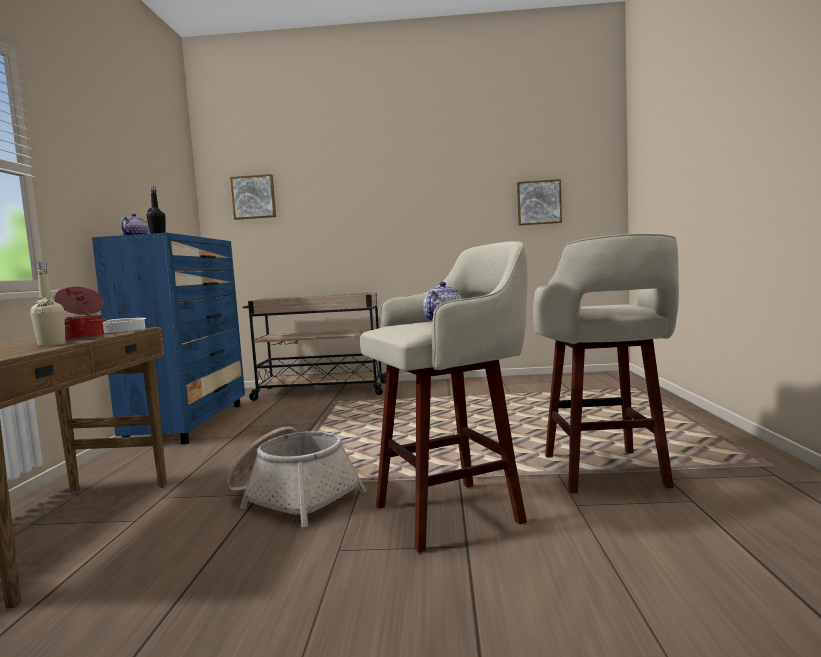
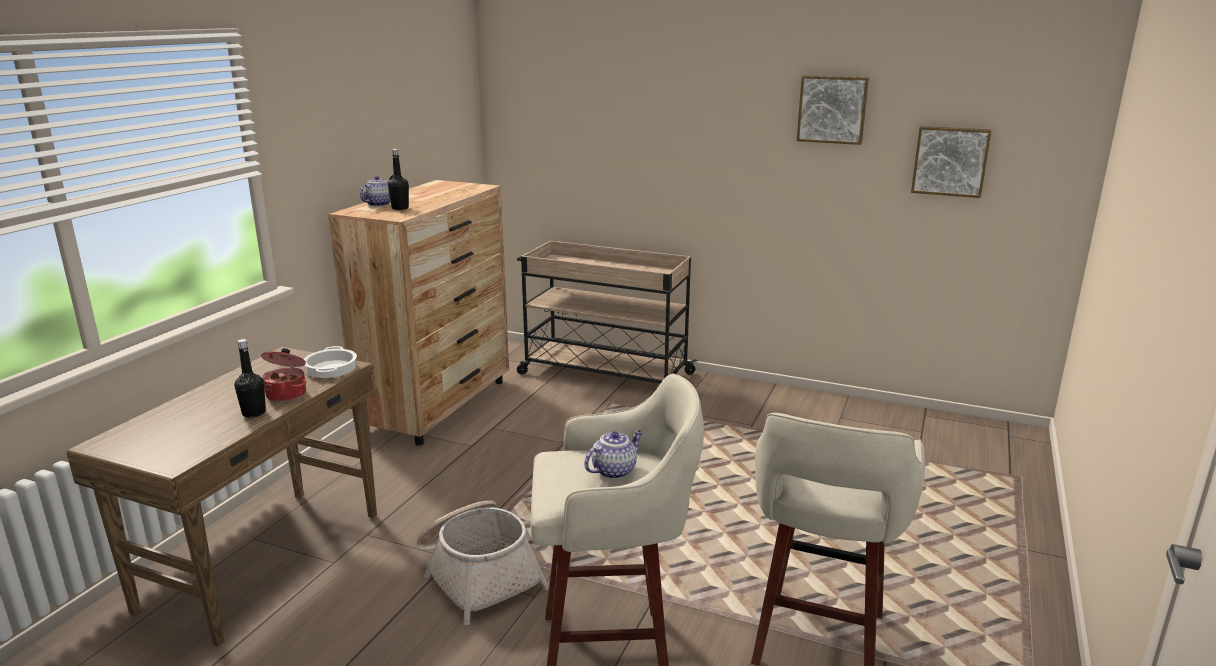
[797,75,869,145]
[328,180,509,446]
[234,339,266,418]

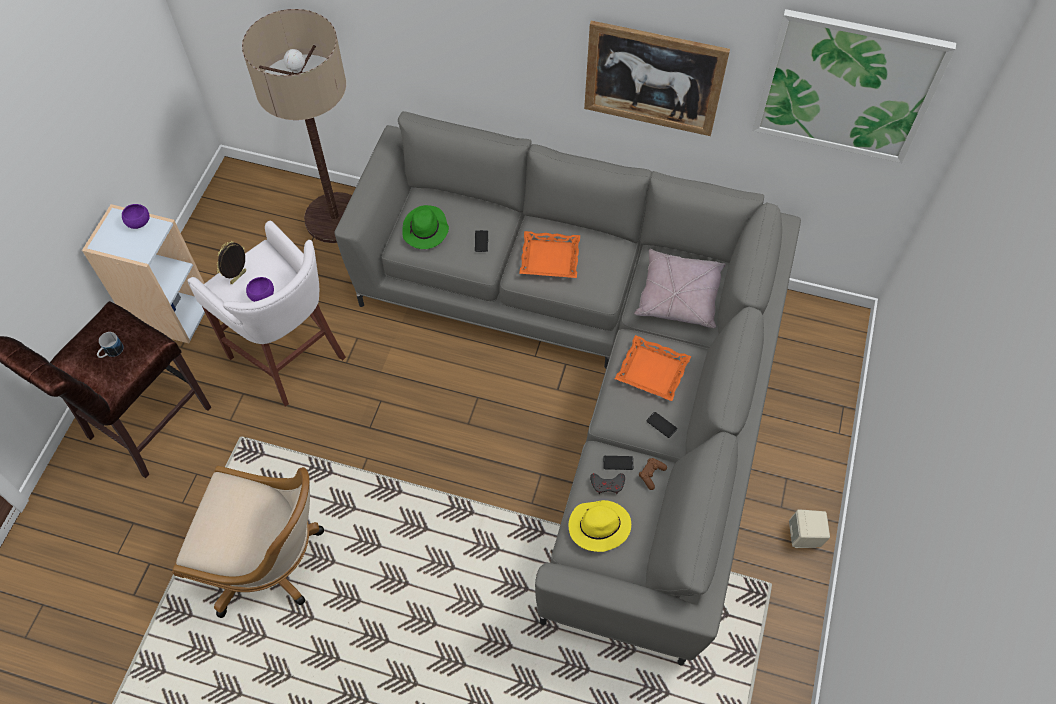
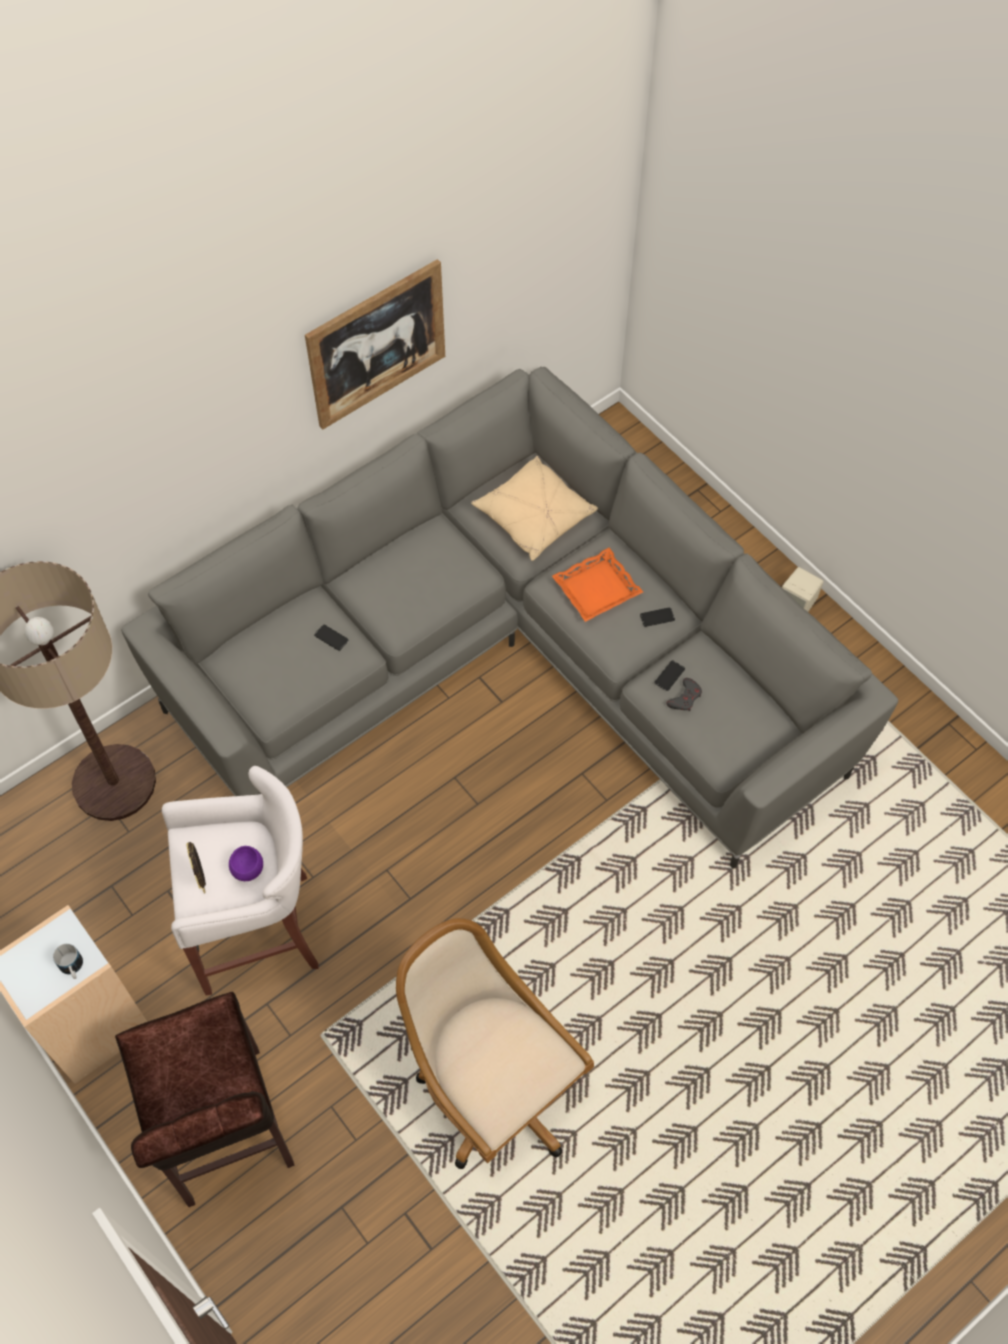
[752,9,956,163] (first image)
[122,204,150,229] (first image)
[403,205,449,249] (first image)
[519,231,580,278] (first image)
[471,456,598,561]
[53,944,83,979]
[639,458,667,490] (first image)
[396,918,594,1169]
[569,500,631,552] (first image)

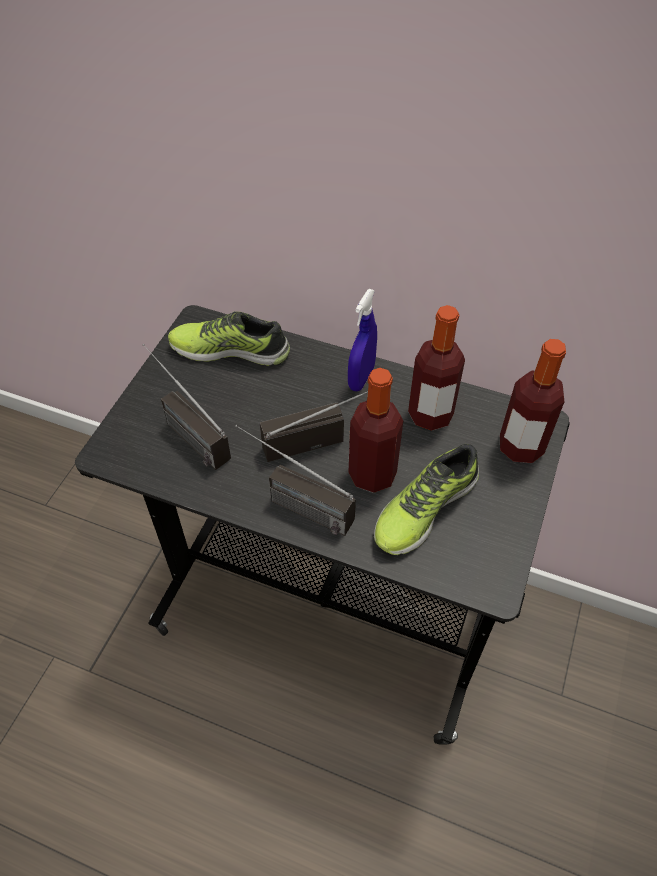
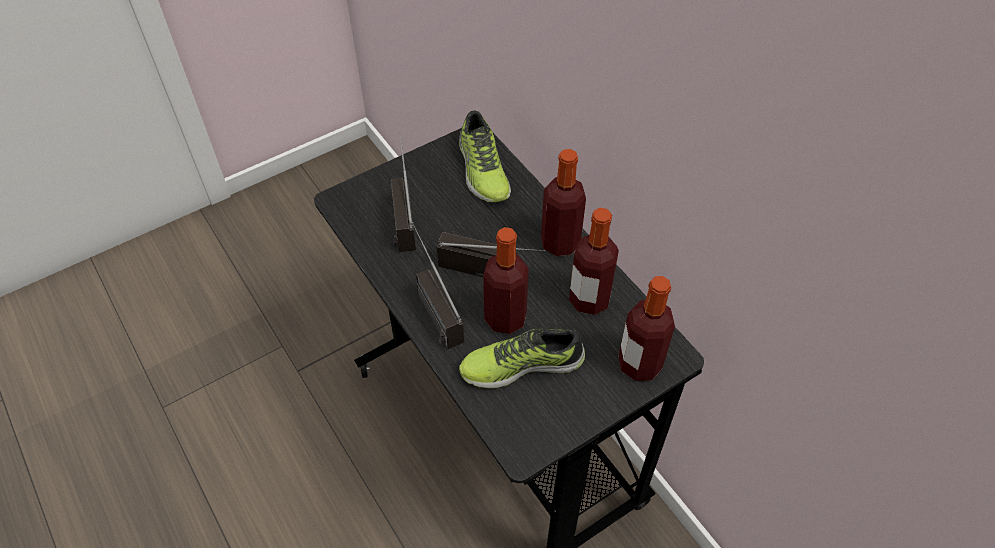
[541,149,586,256]
[459,111,511,202]

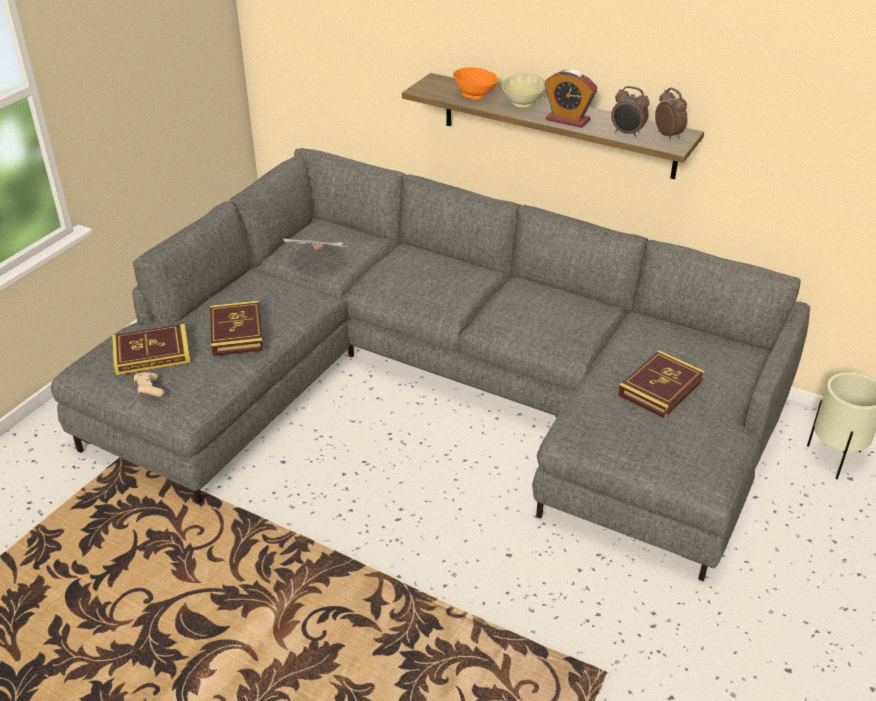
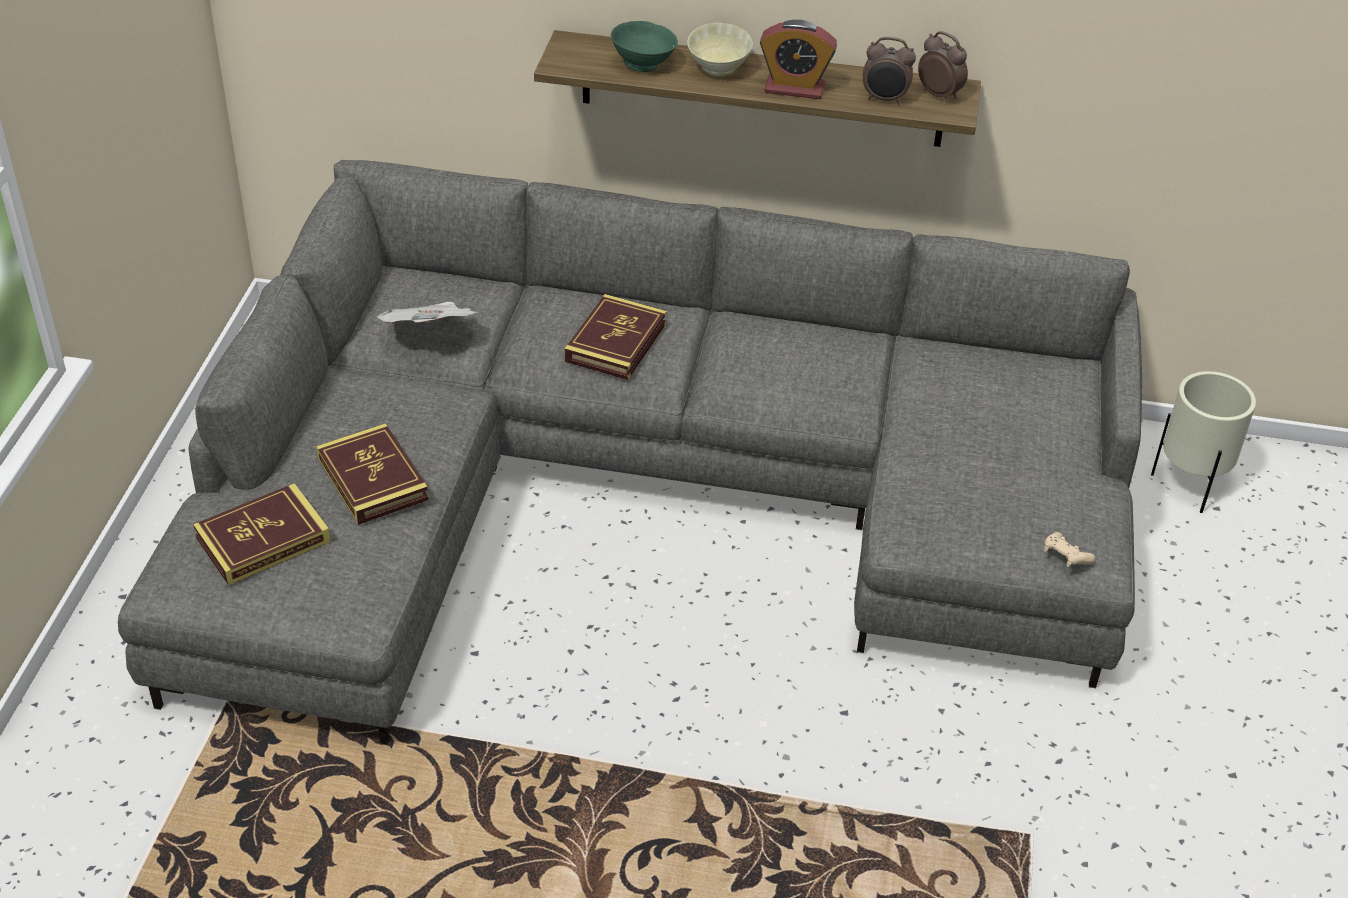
[611,21,678,72]
[565,294,667,380]
[1044,532,1095,567]

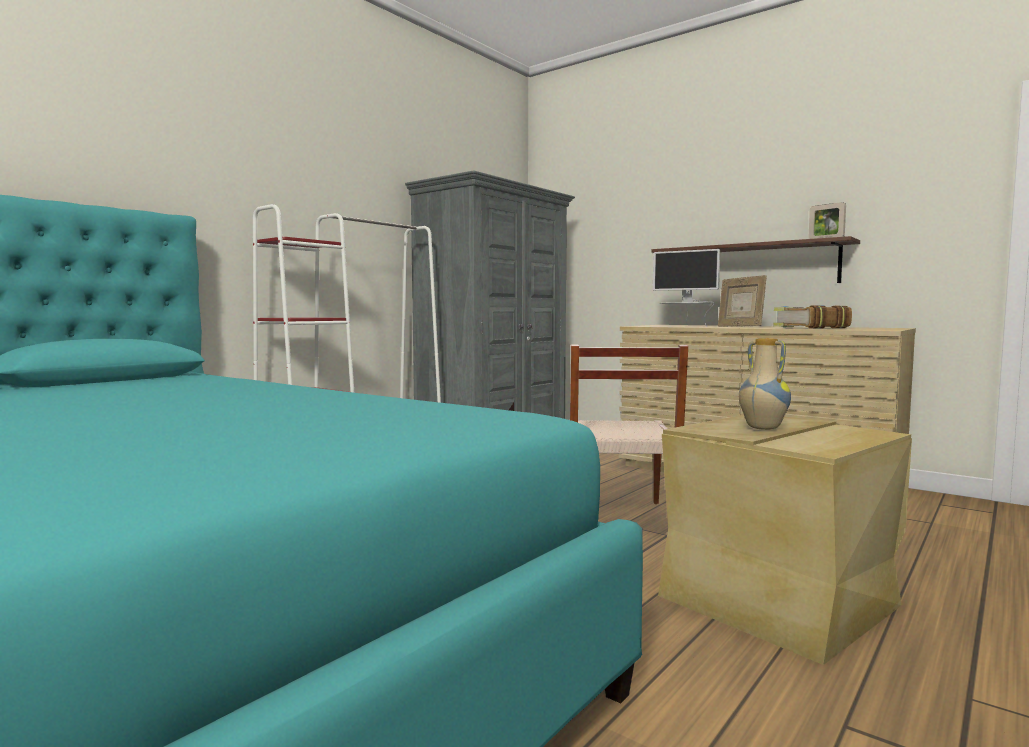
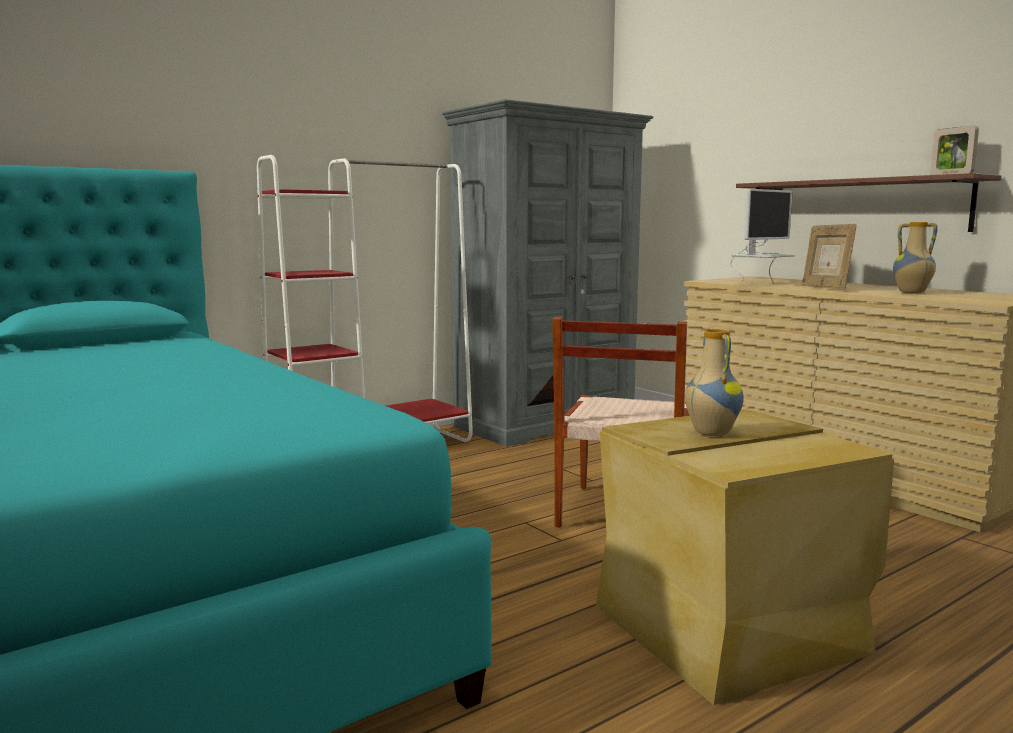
[730,189,795,283]
[893,222,938,294]

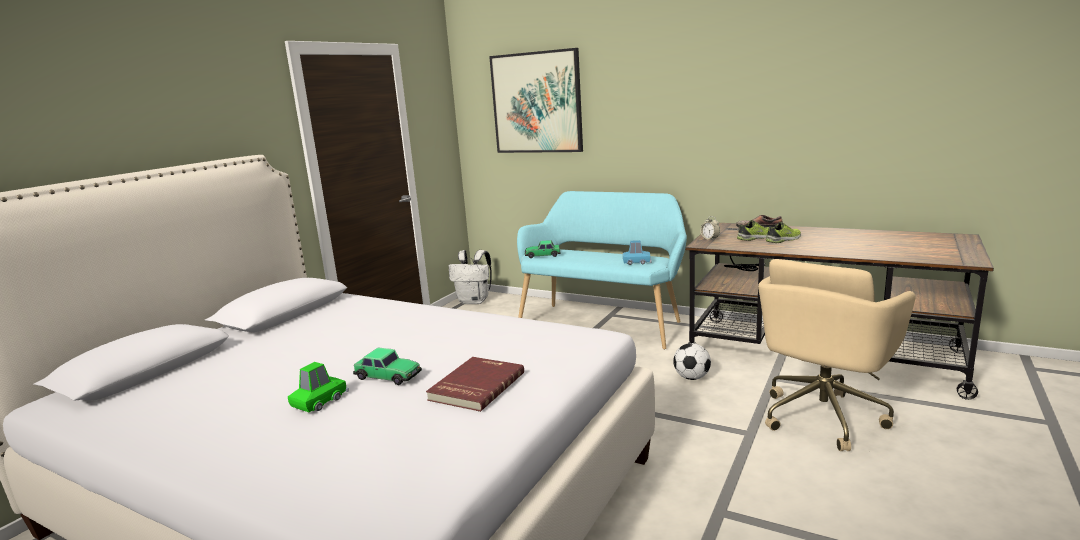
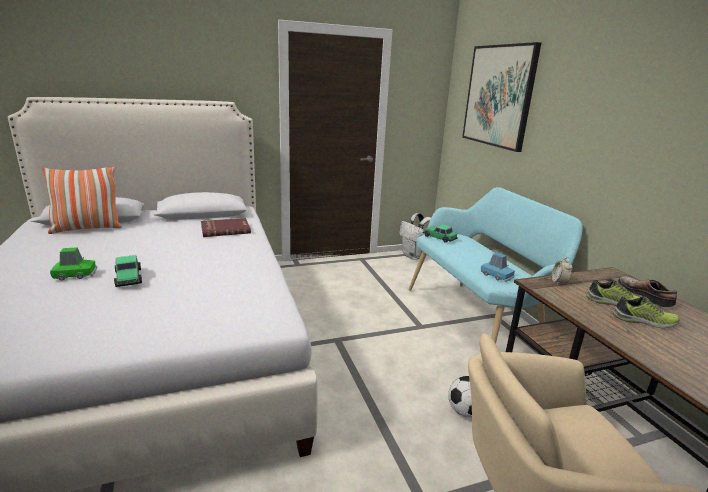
[201,218,251,237]
[42,166,122,234]

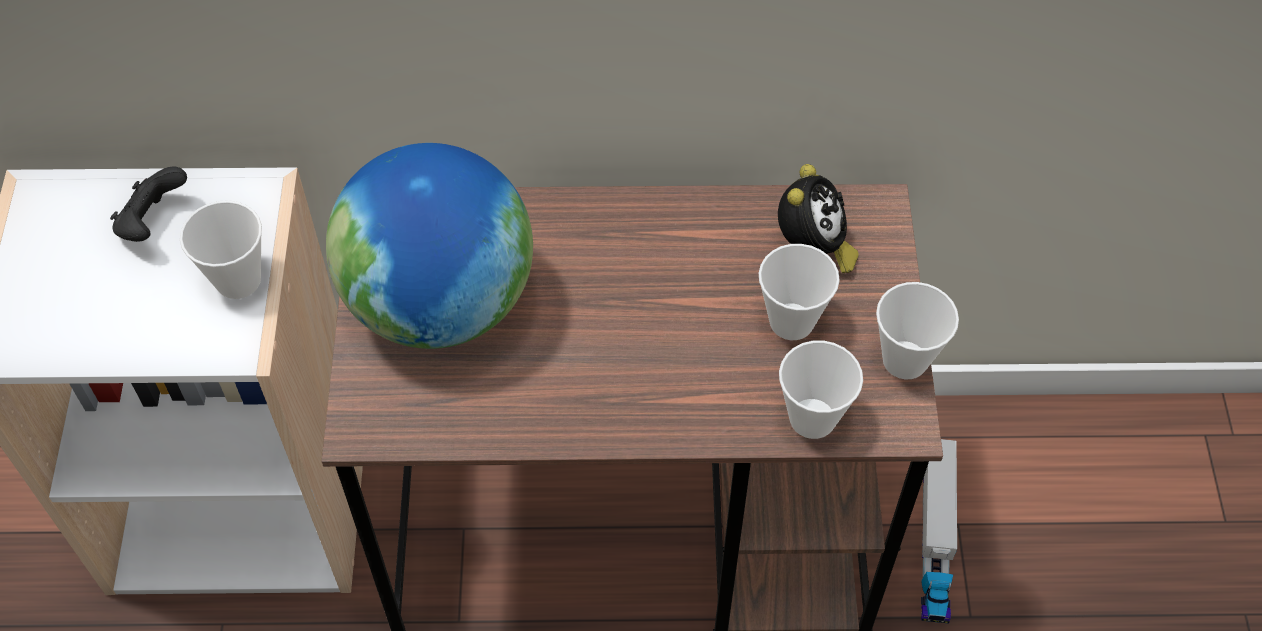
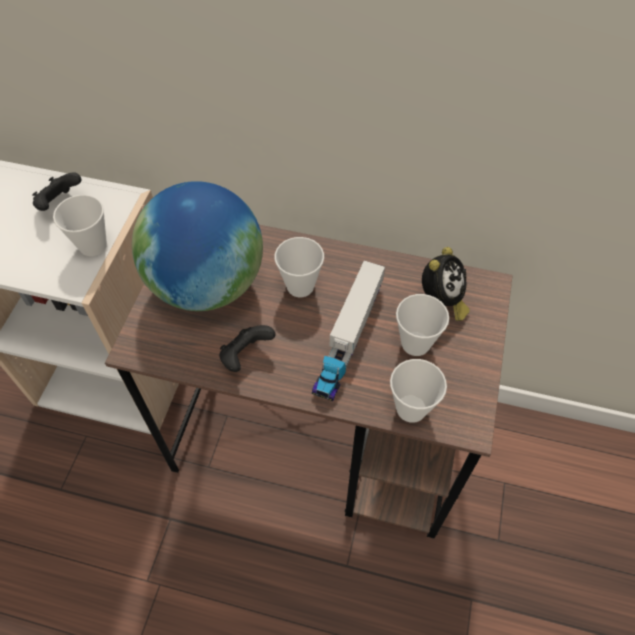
[274,237,324,297]
[312,261,385,401]
[219,325,276,372]

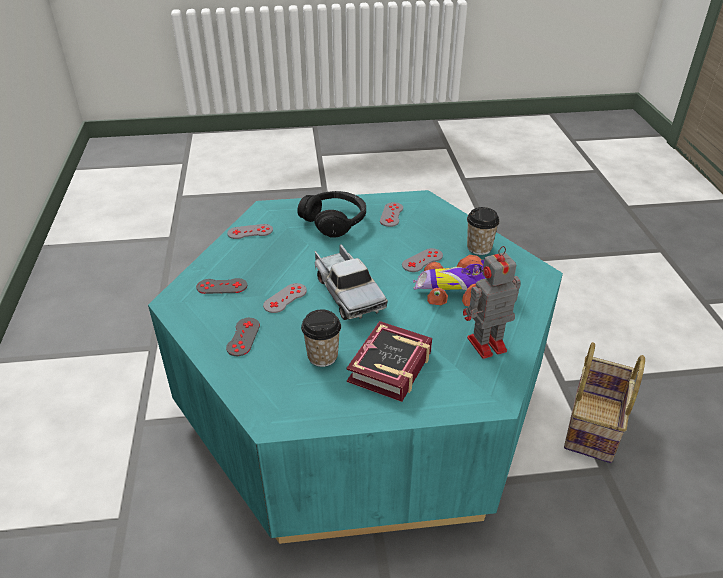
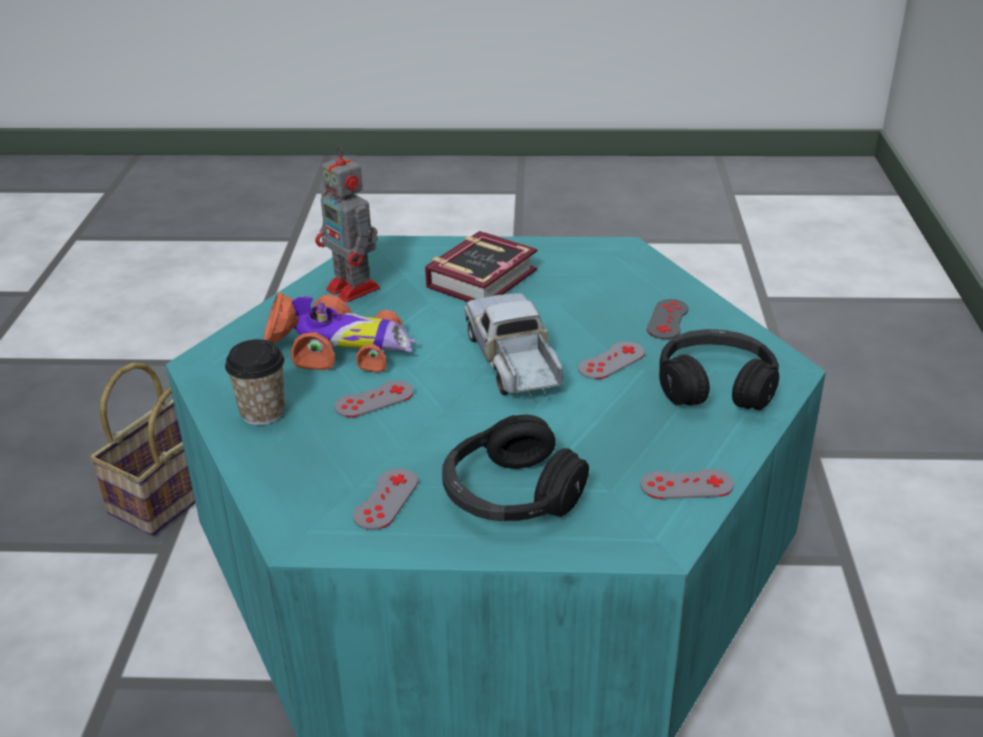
[315,144,380,303]
[659,329,779,410]
[301,309,341,367] (first image)

